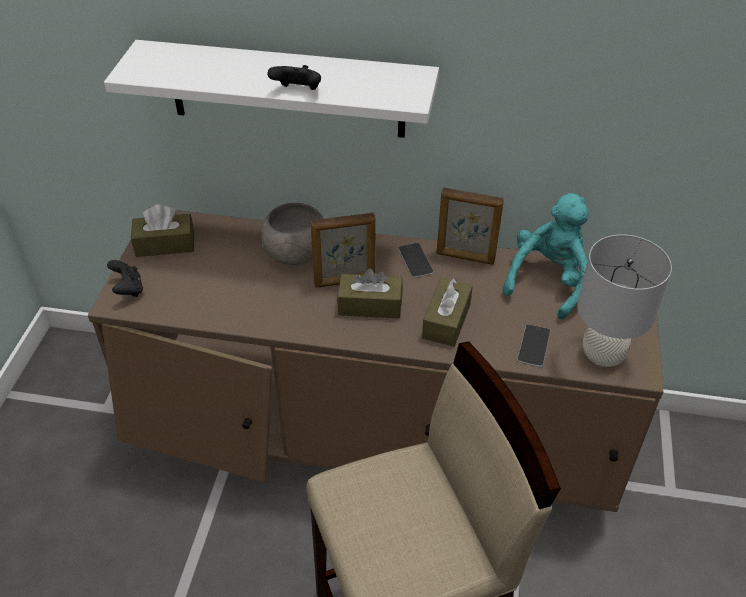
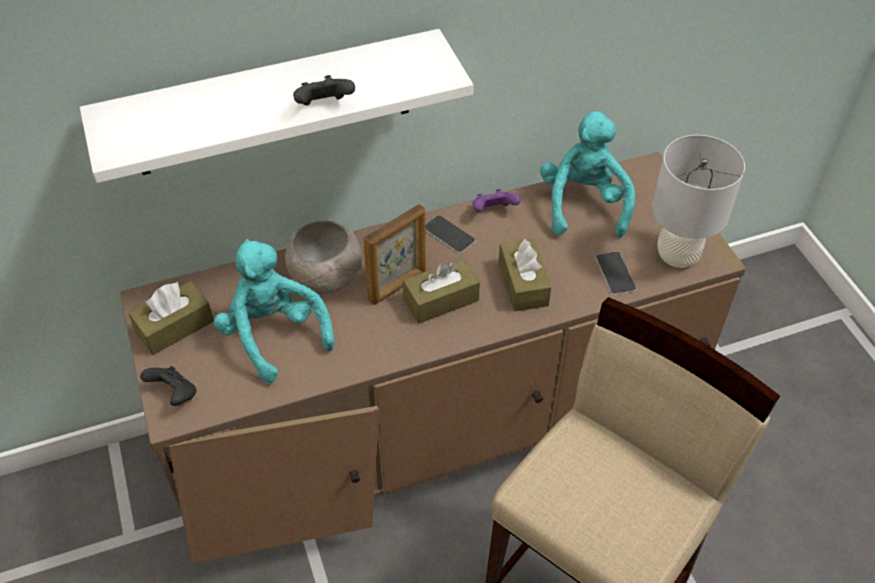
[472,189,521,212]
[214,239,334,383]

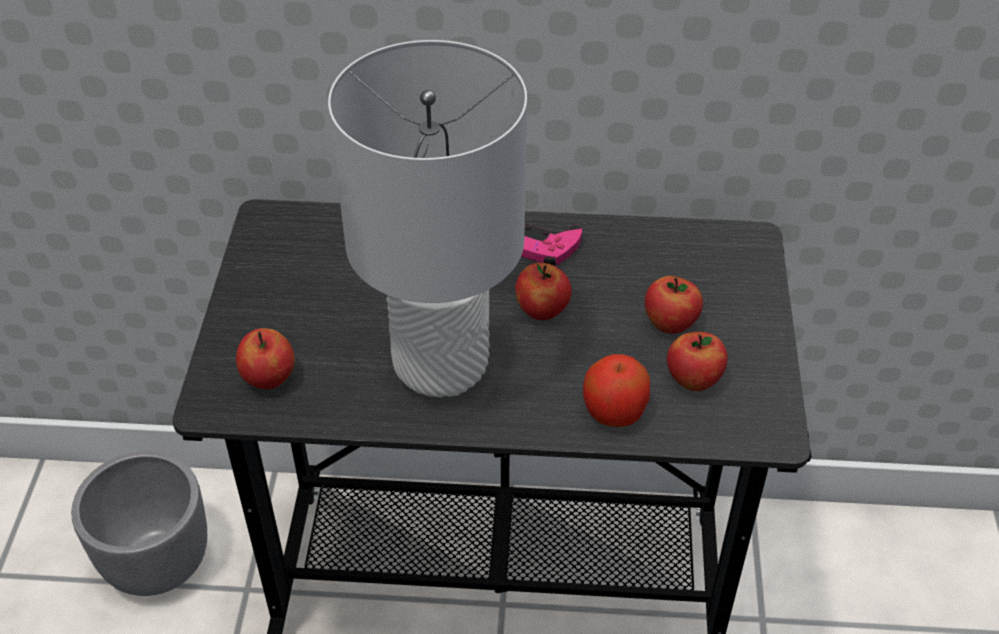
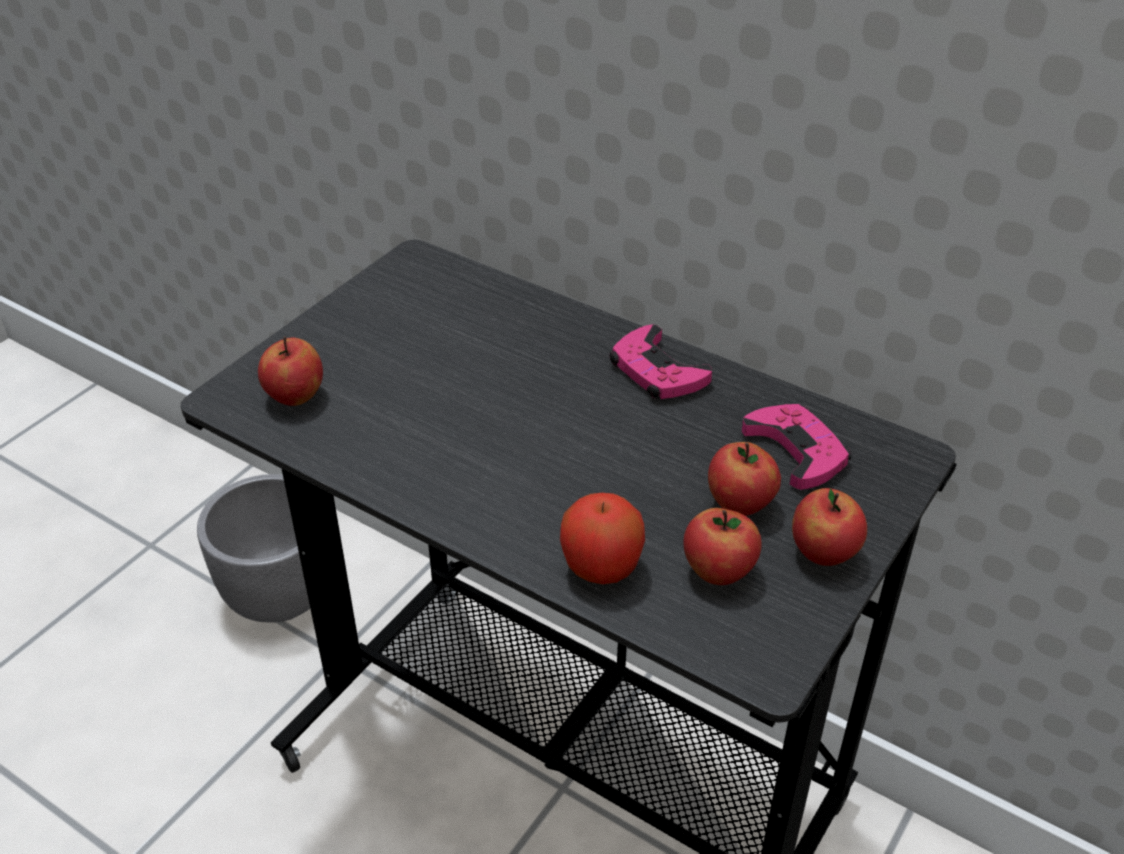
[328,40,527,398] (first image)
[792,488,867,566]
[742,404,851,490]

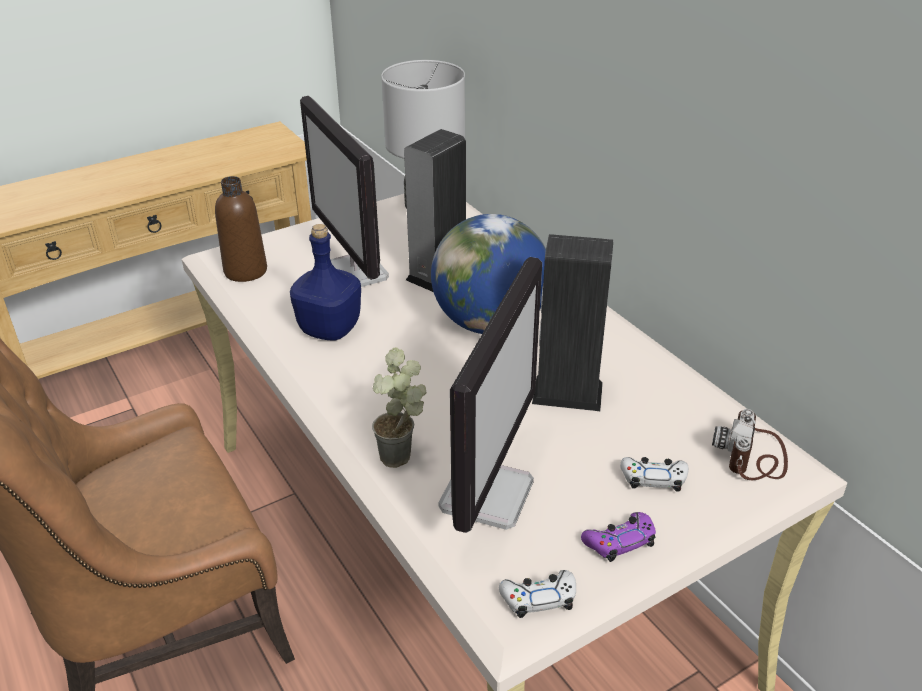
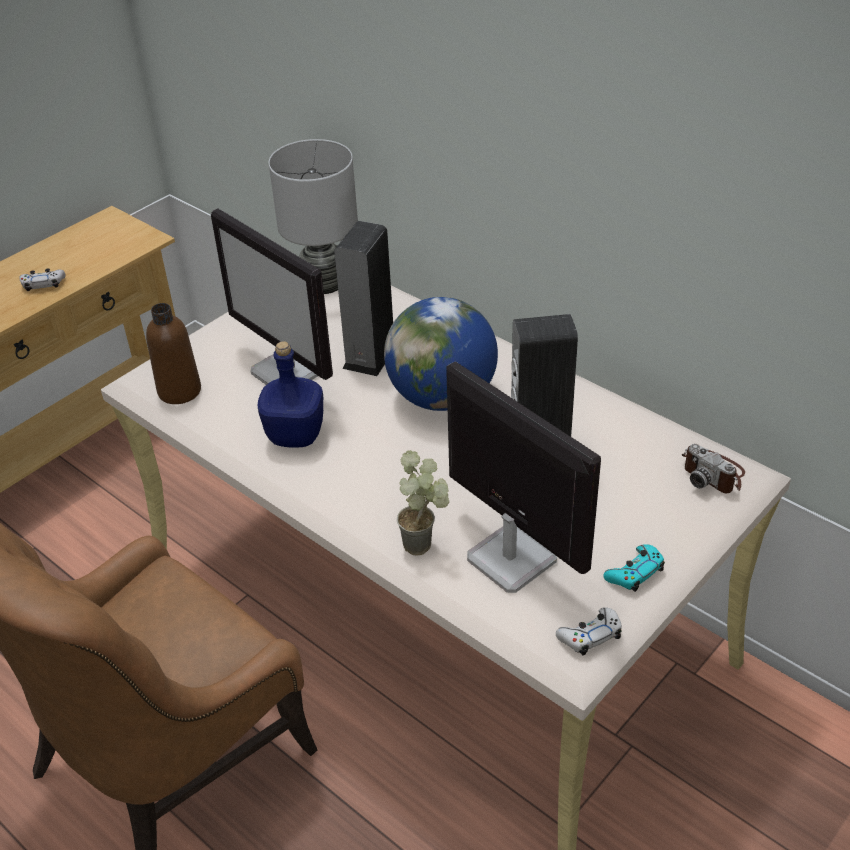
[446,362,601,593]
[681,444,745,493]
[19,269,66,291]
[603,544,665,592]

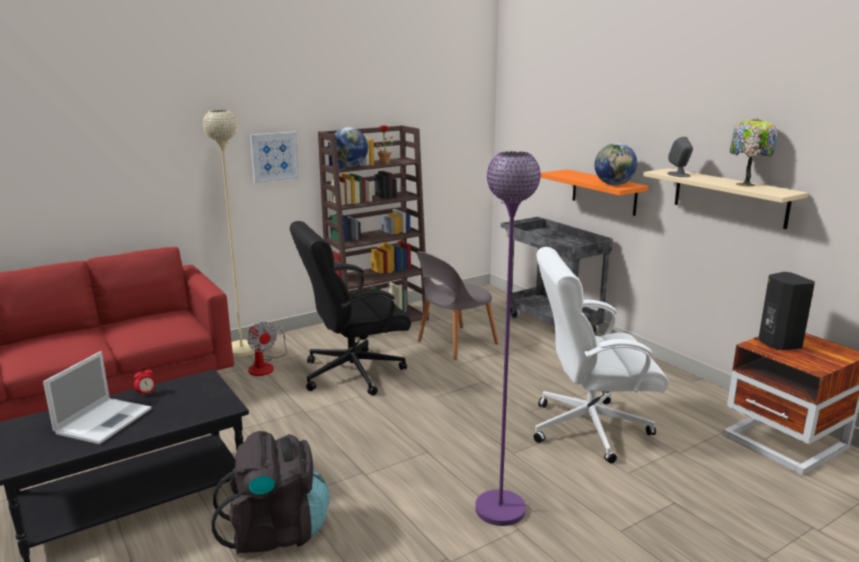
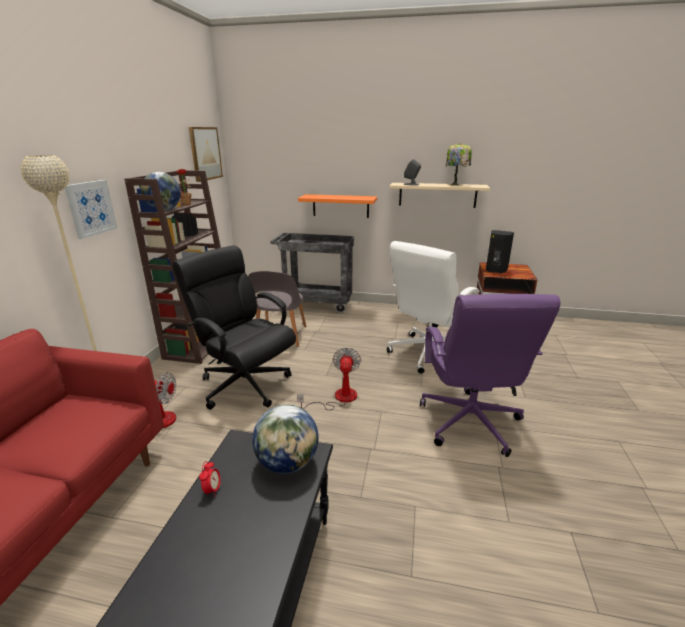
[252,404,319,474]
[420,294,560,457]
[172,245,296,410]
[43,351,152,444] (first image)
[212,431,329,554] (first image)
[189,127,223,182]
[297,347,361,410]

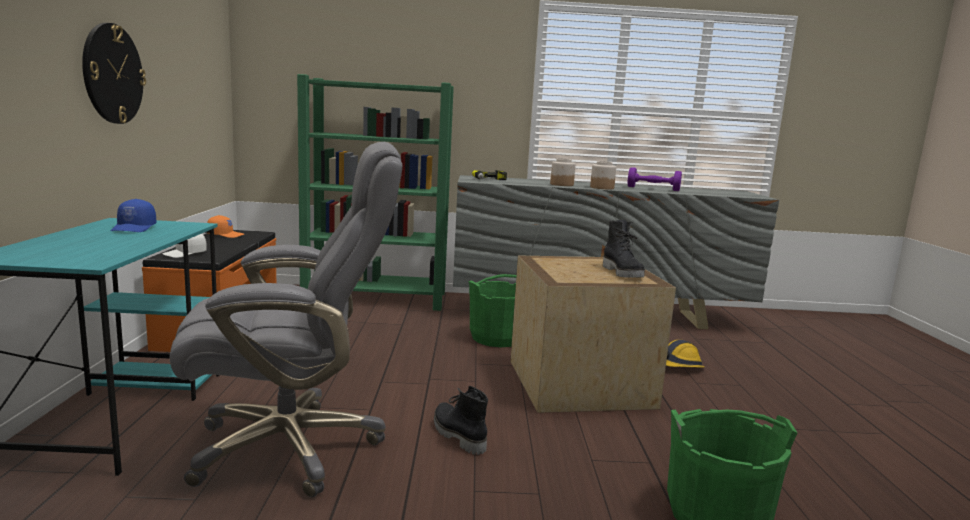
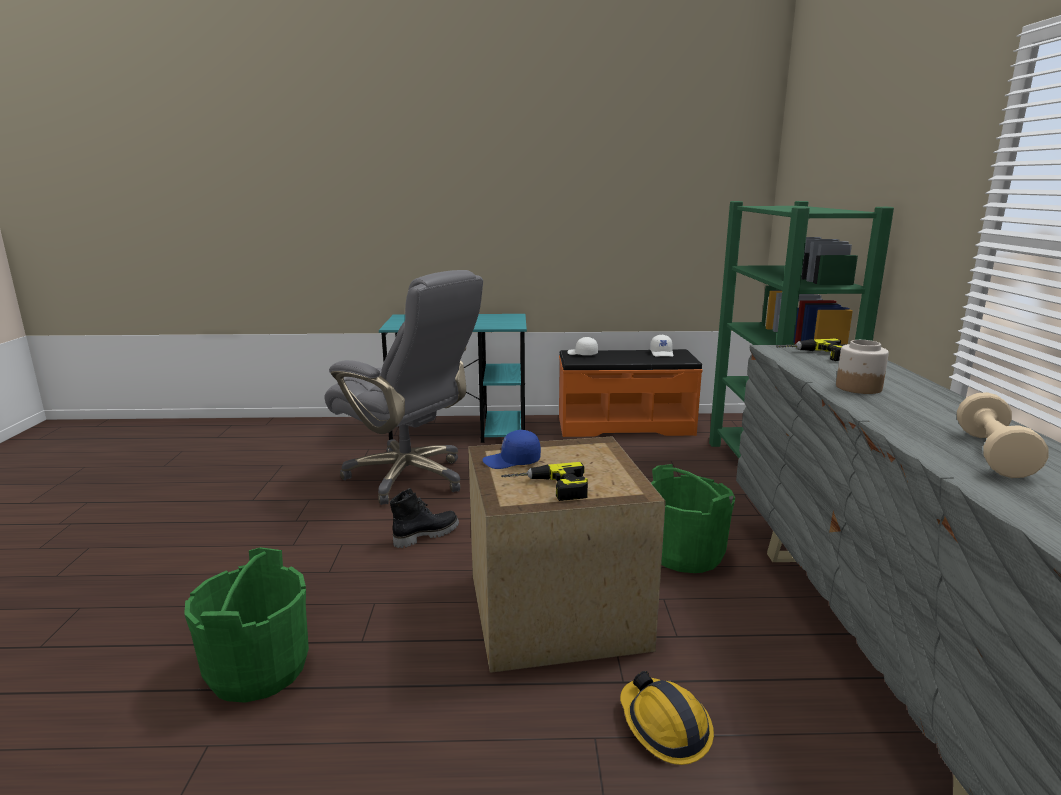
[82,23,146,124] (first image)
[325,270,483,505]
[590,161,616,189] (first image)
[957,392,1048,478]
[483,430,541,469]
[650,335,673,357]
[501,462,588,501]

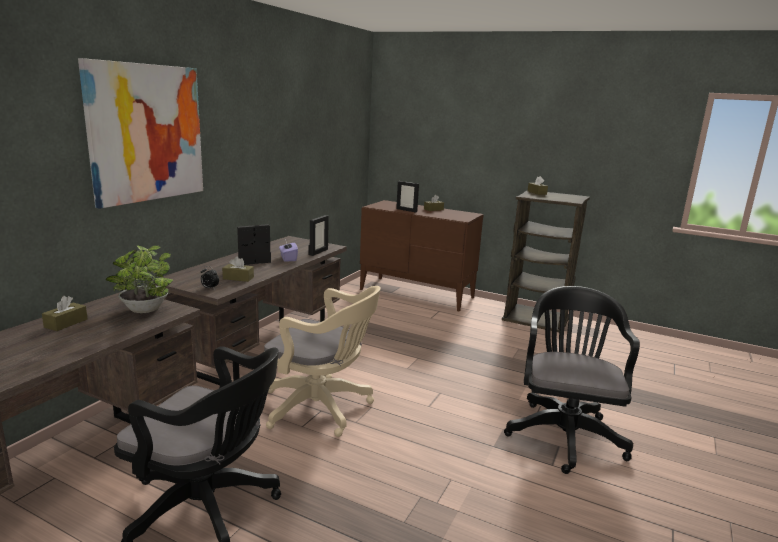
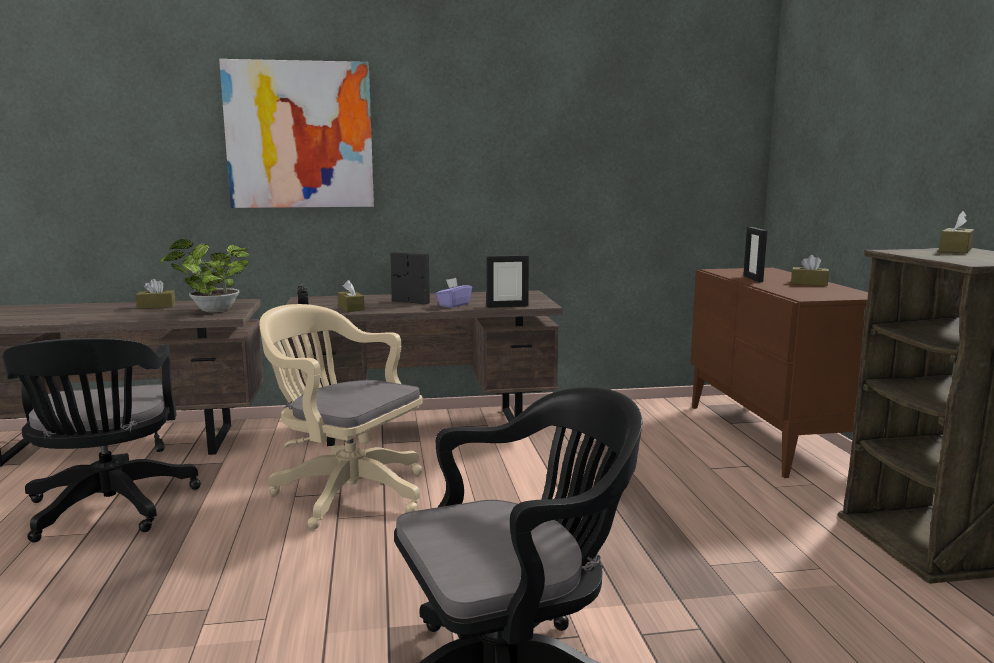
[259,304,423,529]

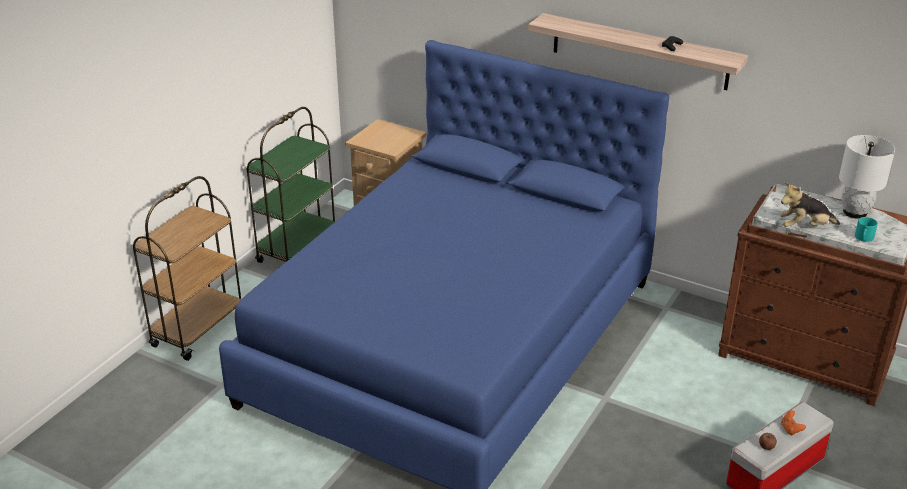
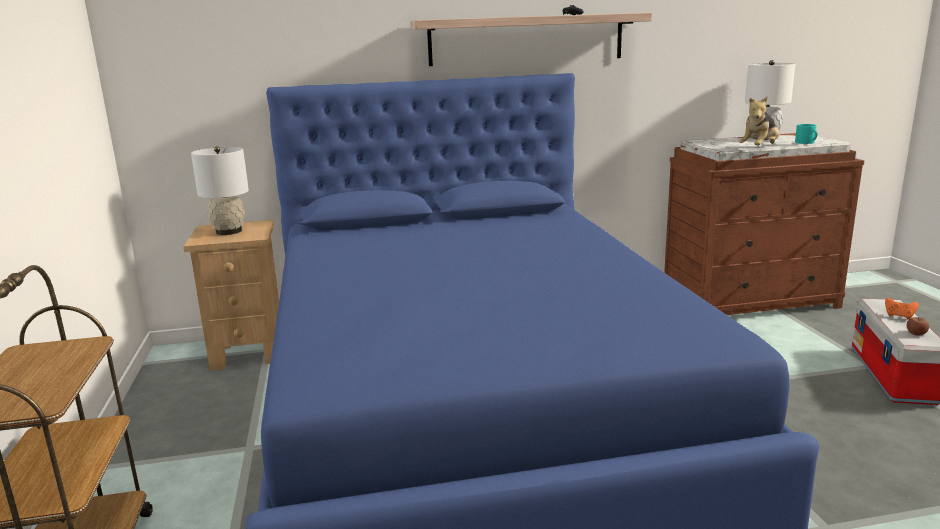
[246,107,335,263] (first image)
[191,146,249,235]

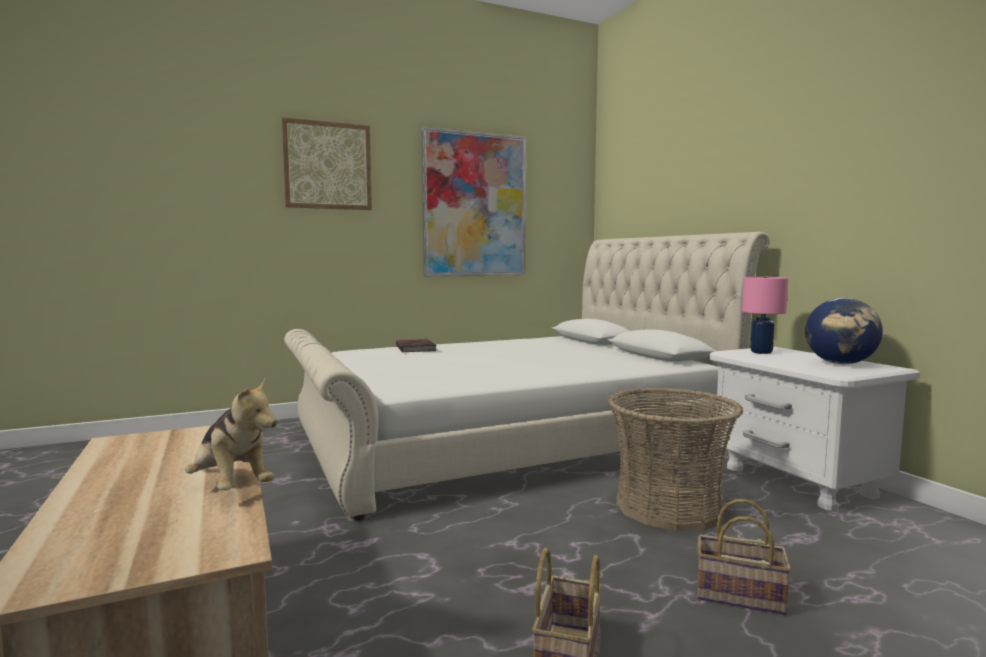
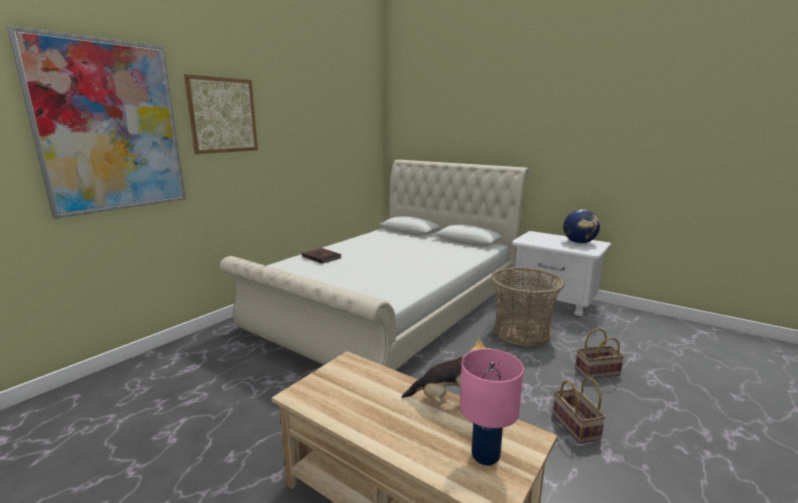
[7,26,186,219]
[460,349,524,466]

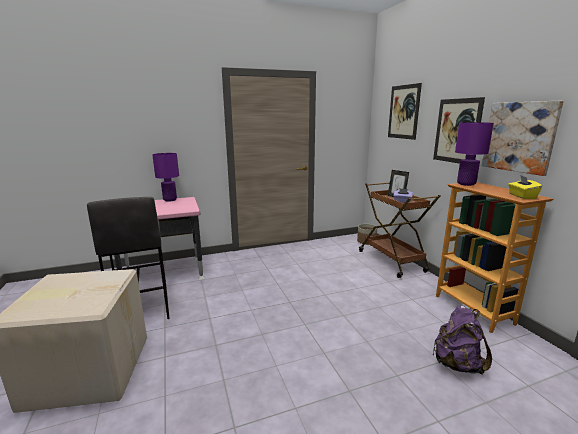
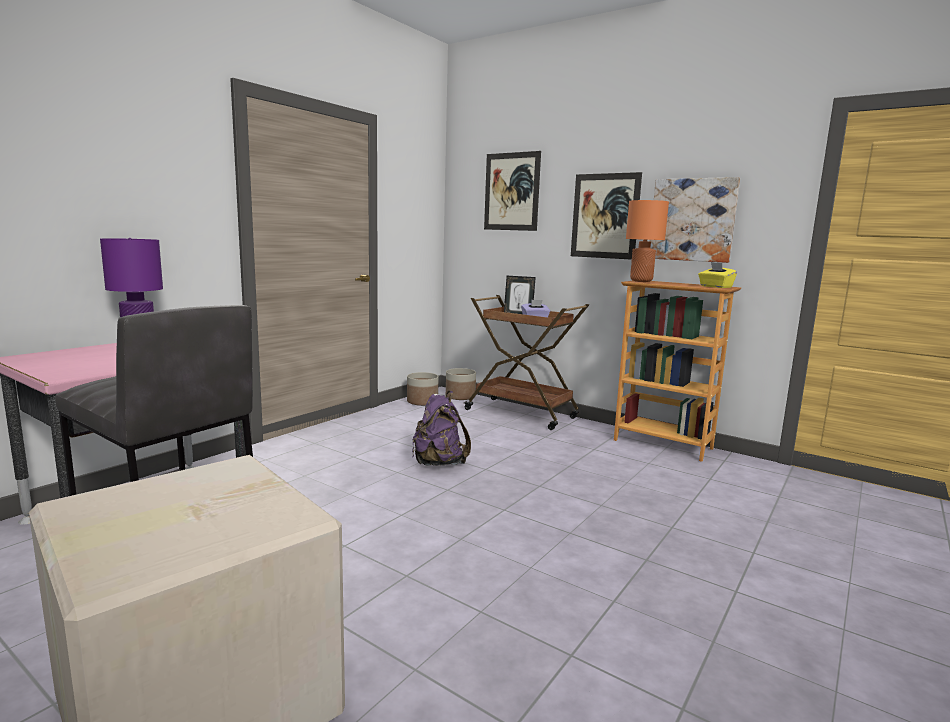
[626,200,669,282]
[412,391,471,466]
[407,372,439,406]

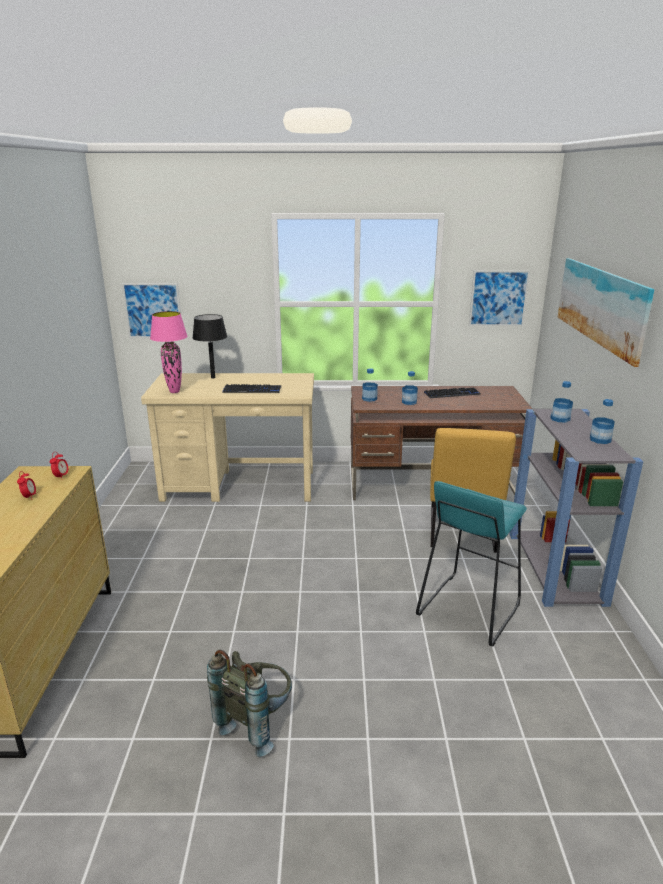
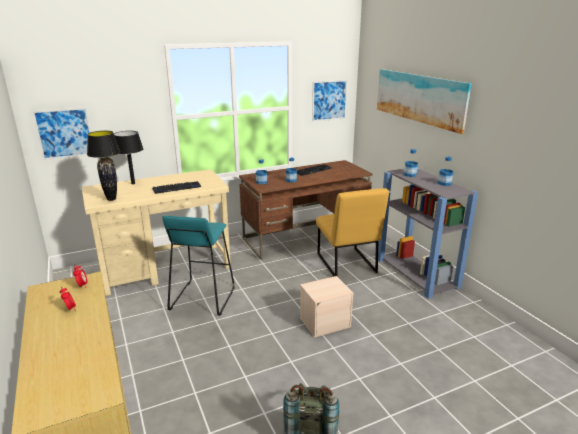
[87,131,121,201]
[162,215,235,316]
[300,276,354,338]

